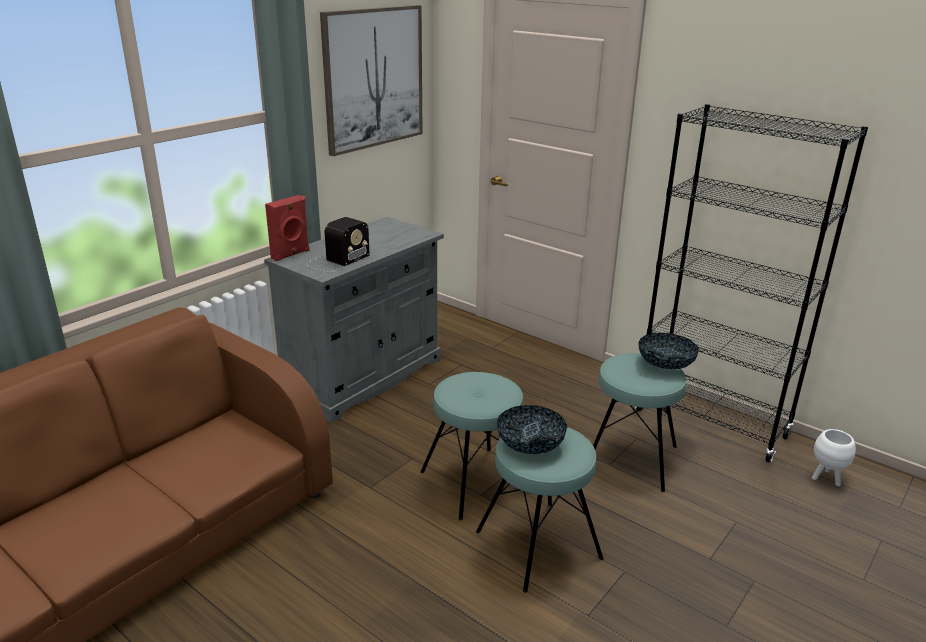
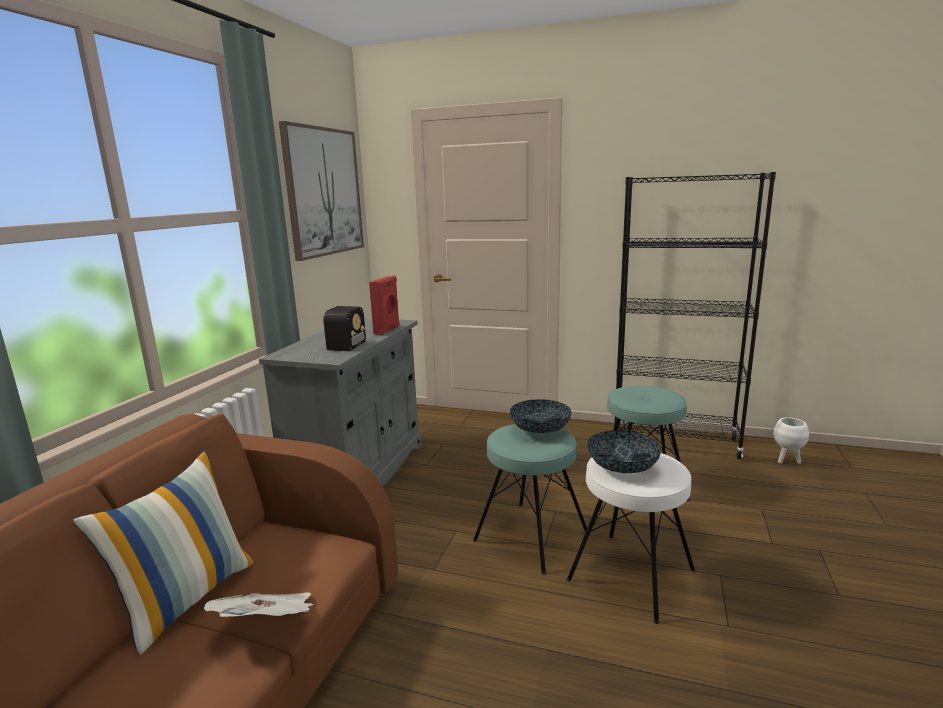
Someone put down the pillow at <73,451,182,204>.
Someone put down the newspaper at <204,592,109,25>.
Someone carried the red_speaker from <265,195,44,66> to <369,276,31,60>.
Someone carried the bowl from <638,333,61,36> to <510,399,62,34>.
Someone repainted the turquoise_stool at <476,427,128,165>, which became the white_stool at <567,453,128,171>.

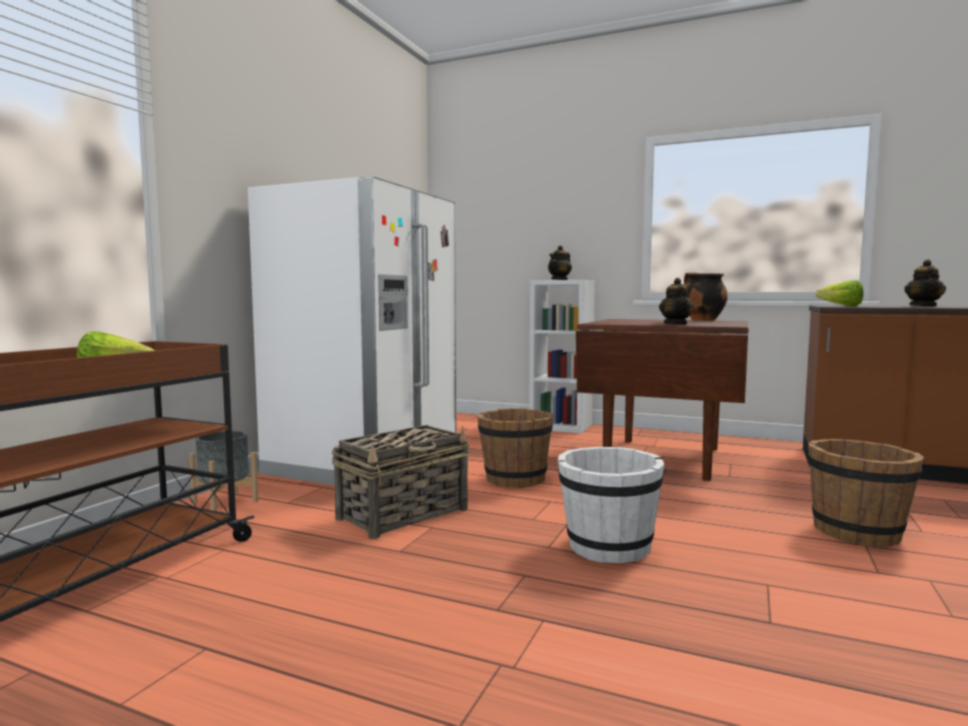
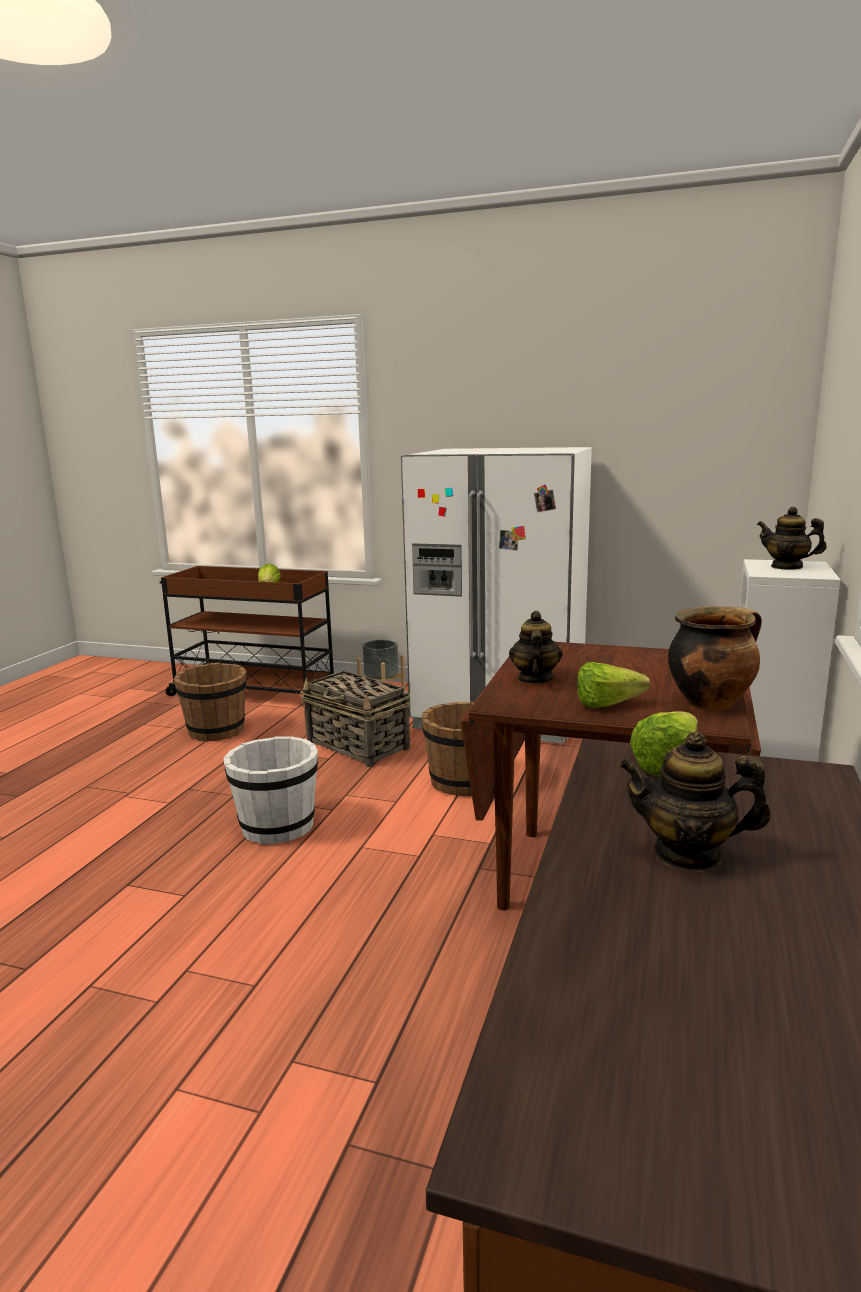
Someone put down the lettuce at <577,662,73,45>.
Someone carried the brown_bucket from <808,439,116,109> to <174,662,73,80>.
Someone rotated the teapot at <659,278,35,47> by 105 degrees clockwise.

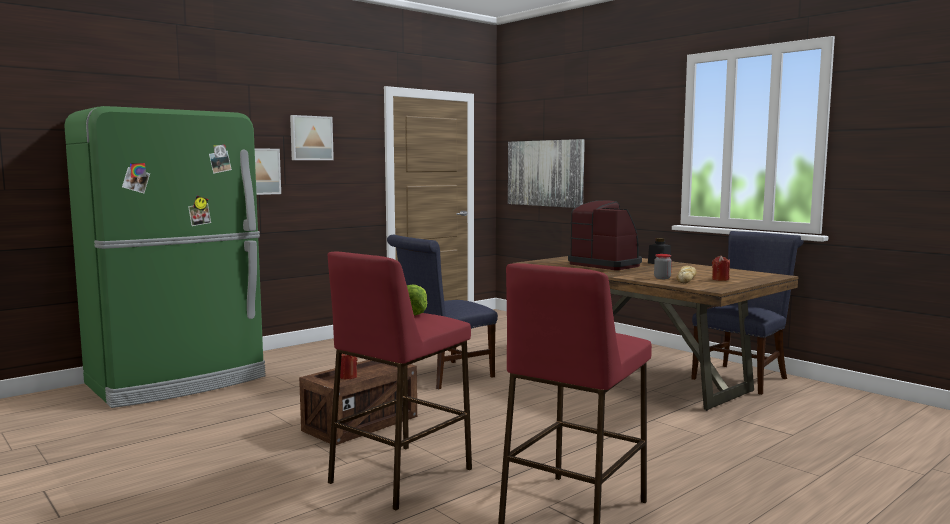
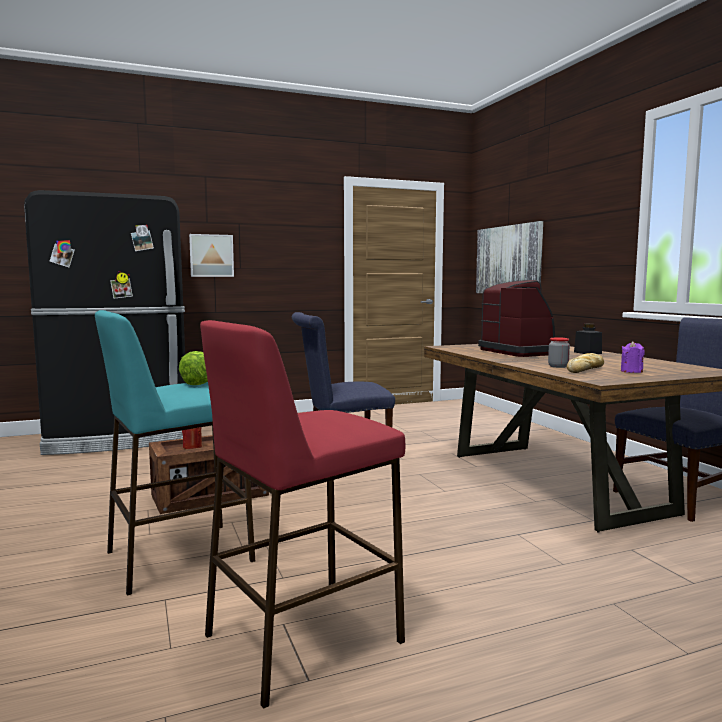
Someone took away the picture at <290,115,44,45>.
Someone repainted the green_fridge at <64,106,202,302>, which became the black_fridge at <24,190,162,265>.
Someone repainted the red_stool at <328,252,144,258>, which became the turquoise_stool at <95,310,160,286>.
Someone repainted the red_candle at <712,255,18,26>, which became the purple_candle at <621,341,24,32>.

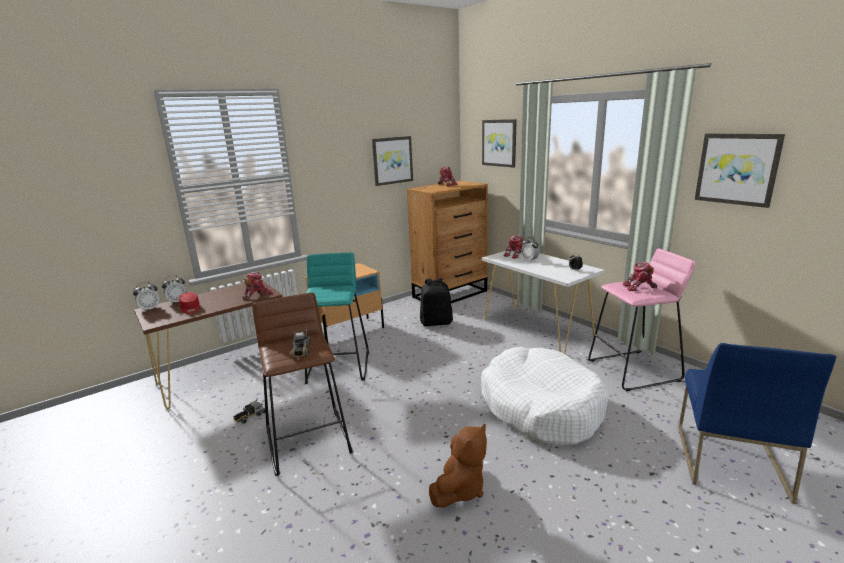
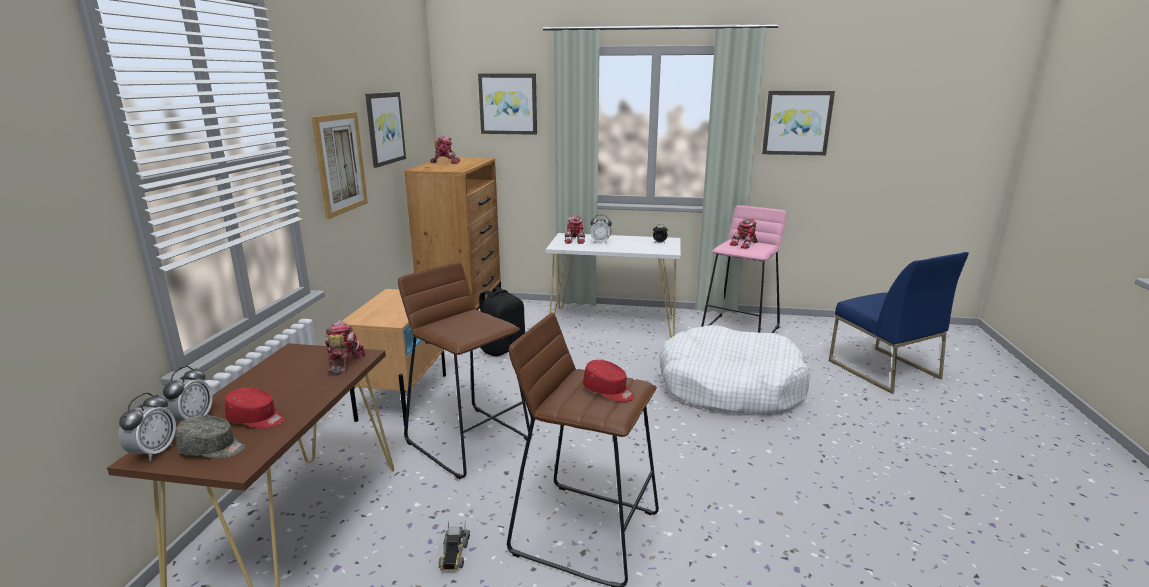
Someone took away the brown_plush_toy at <429,424,58,84>.
Someone put down the grey_cap at <176,415,69,44>.
Someone put up the picture at <311,112,57,107>.
Someone swapped the toy_truck at <291,329,19,28> for the red_cap at <583,360,52,42>.
Someone repainted the turquoise_stool at <305,252,64,132>, which became the brown_stool at <398,262,134,217>.

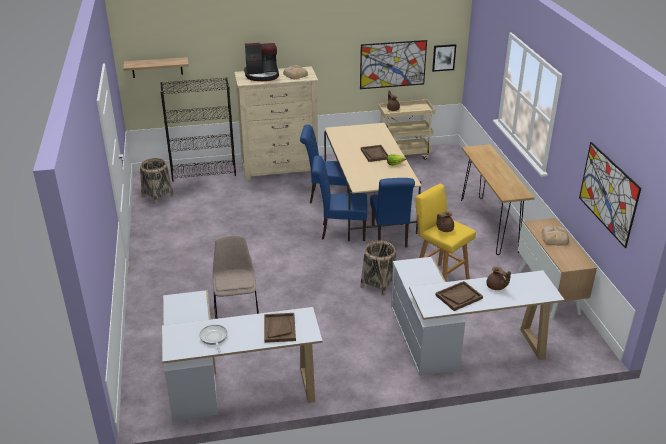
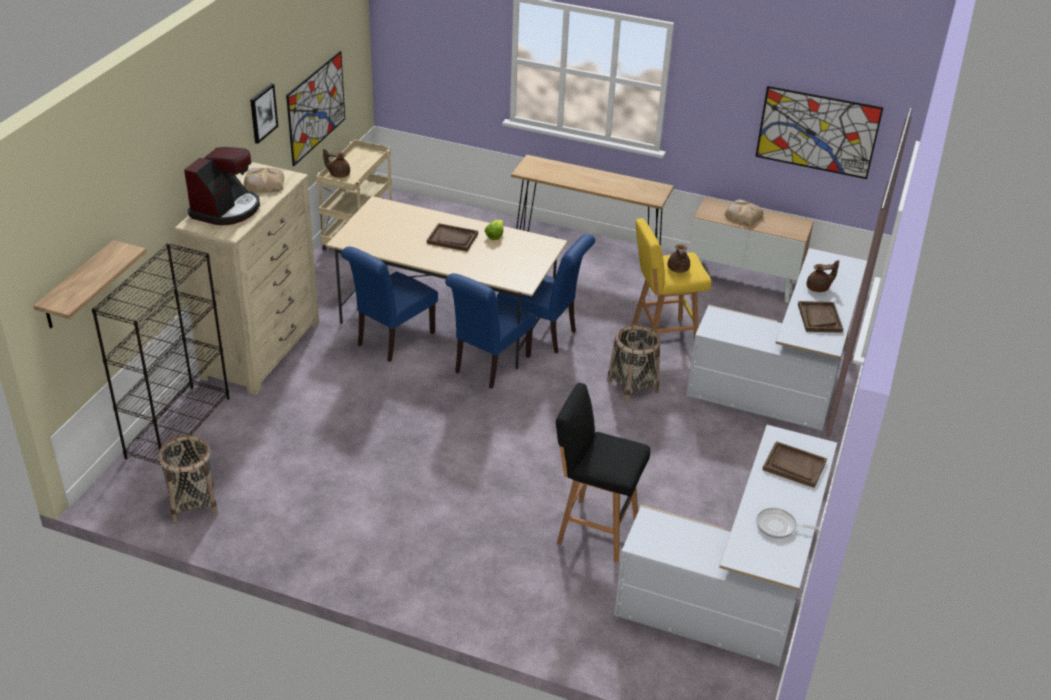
Someone carried the picture from <432,44,24,28> to <250,83,28,61>.
Someone swapped the beige_chair at <213,235,46,84> for the black_stool at <556,383,95,180>.

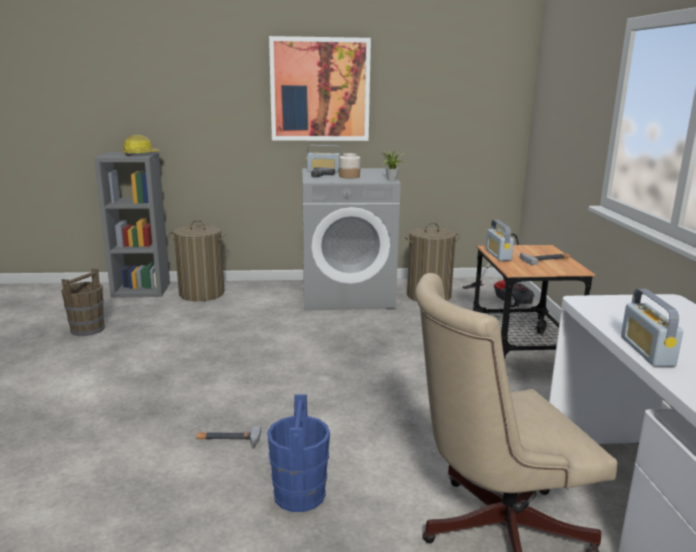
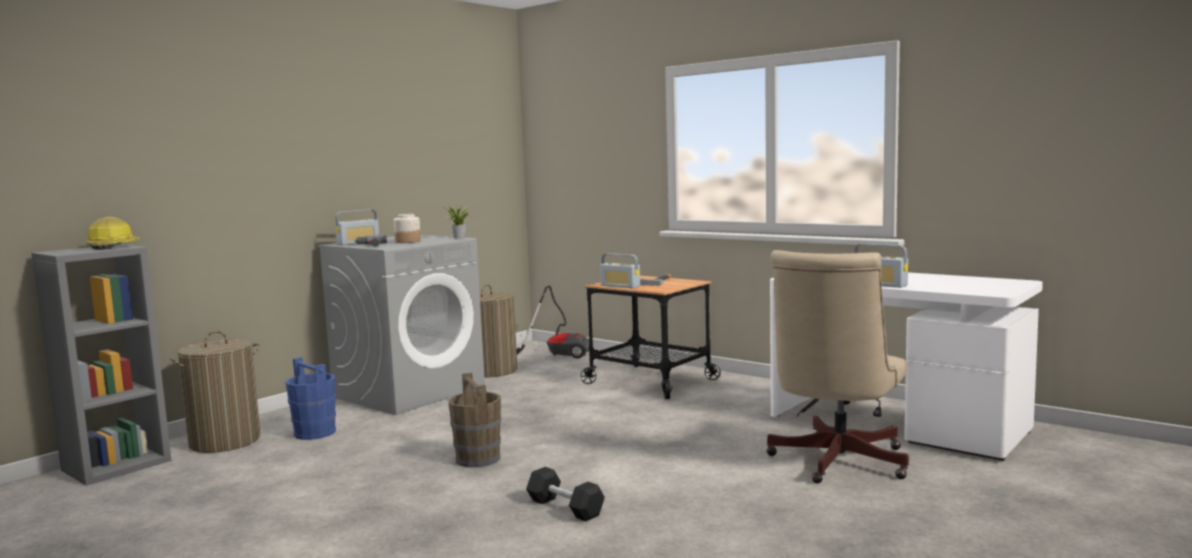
Someone took away the picture at <269,36,102,105>.
Someone carried the brown_bucket from <61,268,44,68> to <448,373,53,94>.
Someone carried the blue_bucket from <267,394,63,118> to <285,357,51,83>.
Someone swapped the hammer at <196,426,65,23> for the black_dumbbell at <526,467,79,54>.

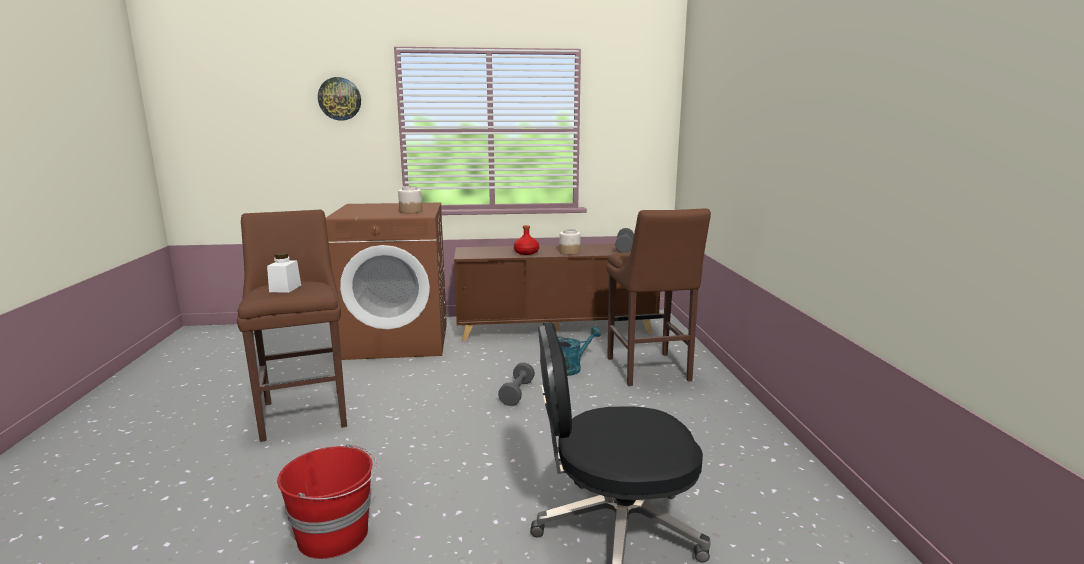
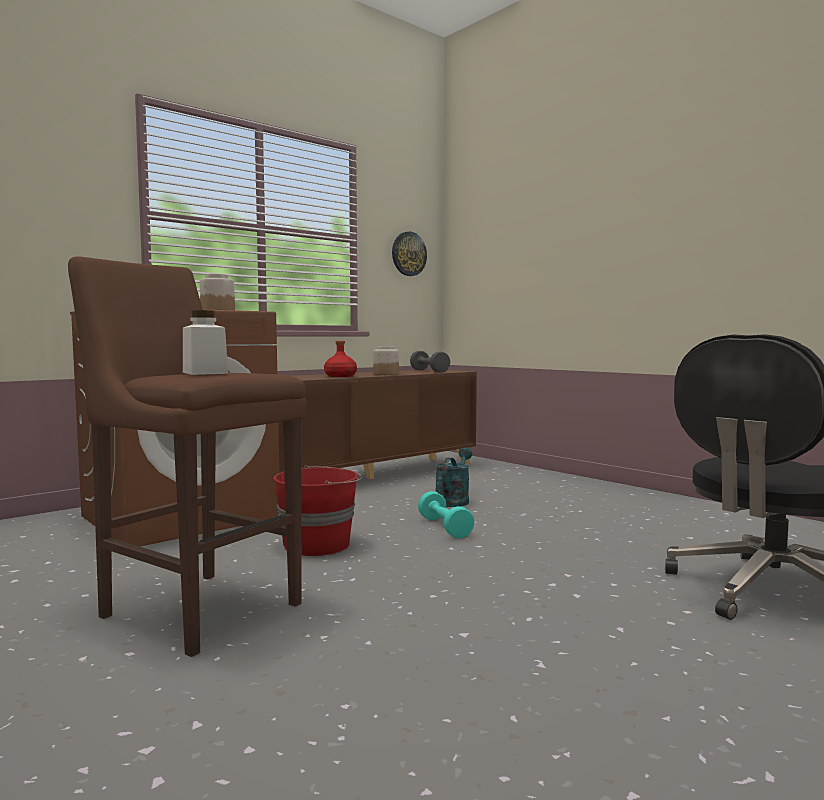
Someone took away the brown_stool at <607,208,104,178>.
Someone carried the red_bucket from <277,444,100,115> to <273,465,89,91>.
Someone carried the wall_clock from <318,77,43,44> to <392,232,35,44>.
Someone repainted the grey_dumbbell at <498,362,37,44>, which became the turquoise_dumbbell at <418,491,57,47>.

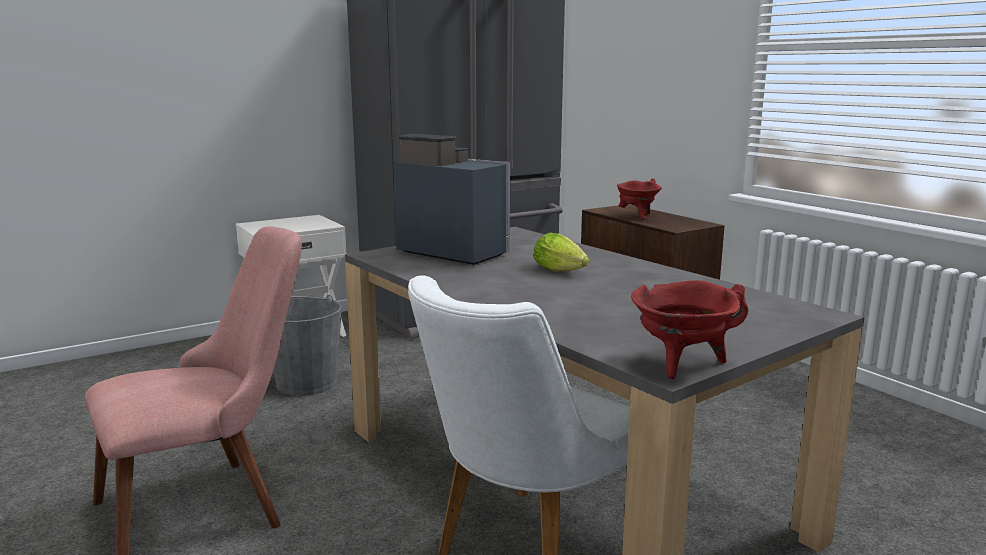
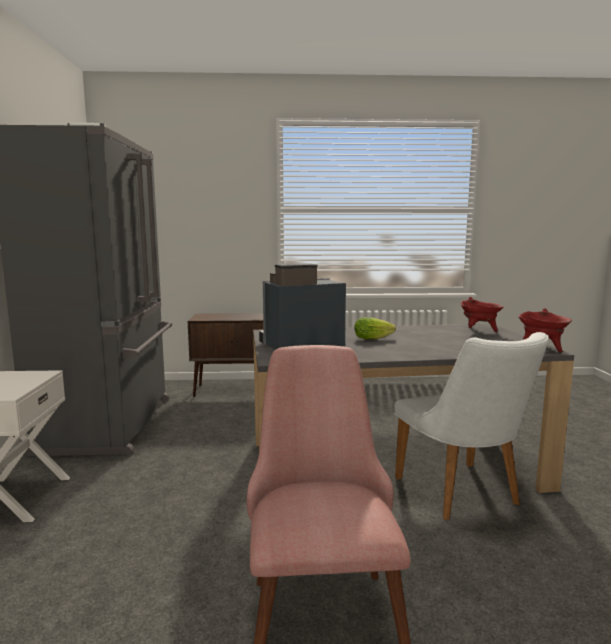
Someone took away the grey_bucket at <273,295,69,101>.
Someone carried the red_cooking_pot from <617,179,45,41> to <461,297,43,35>.

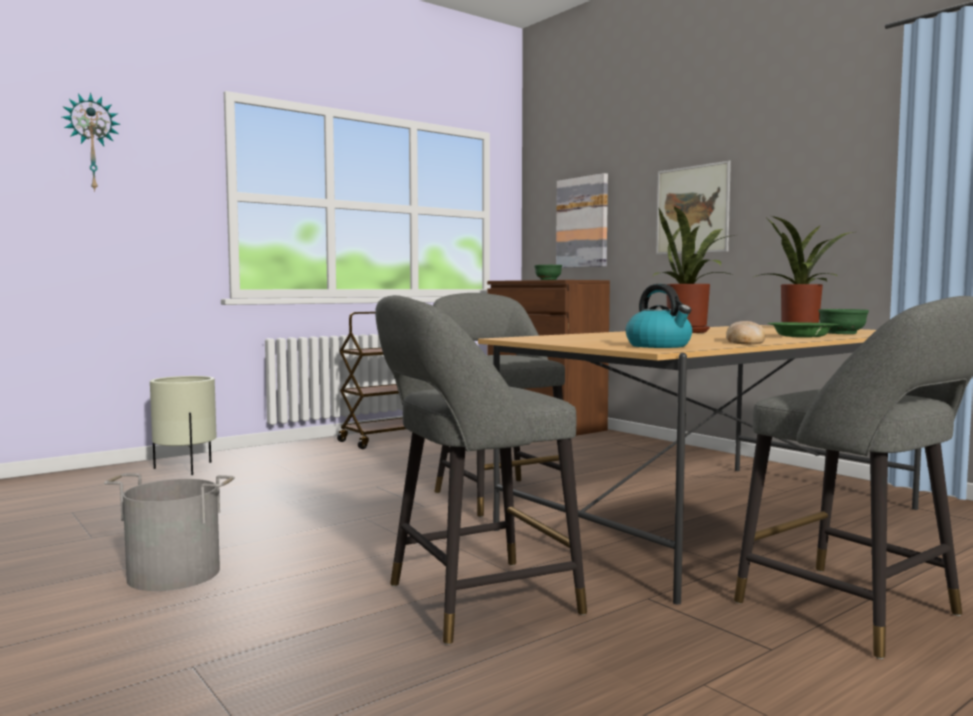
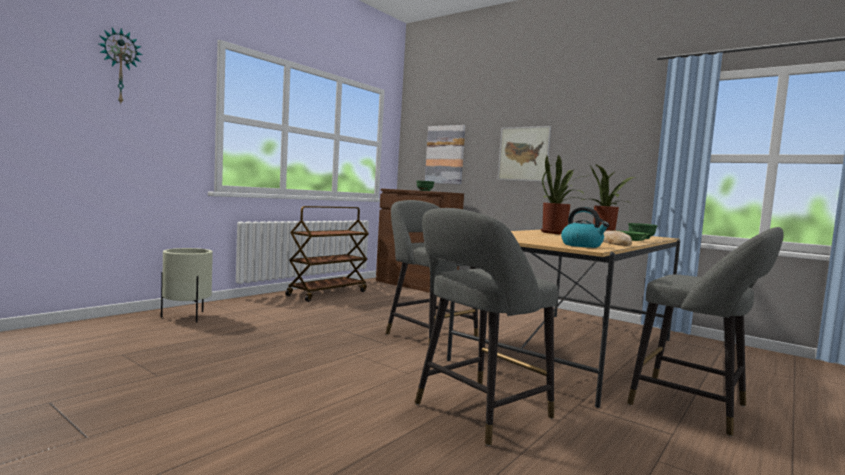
Someone took away the grey_bucket at <104,473,131,118>.

